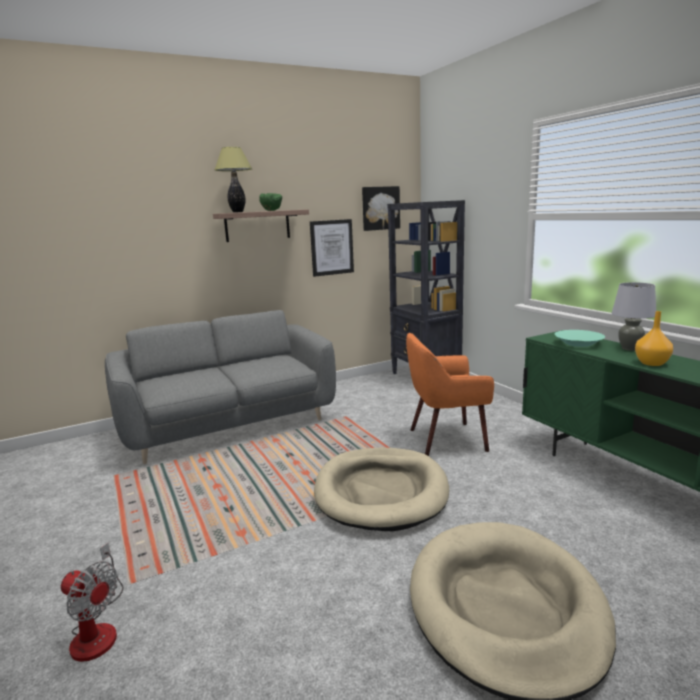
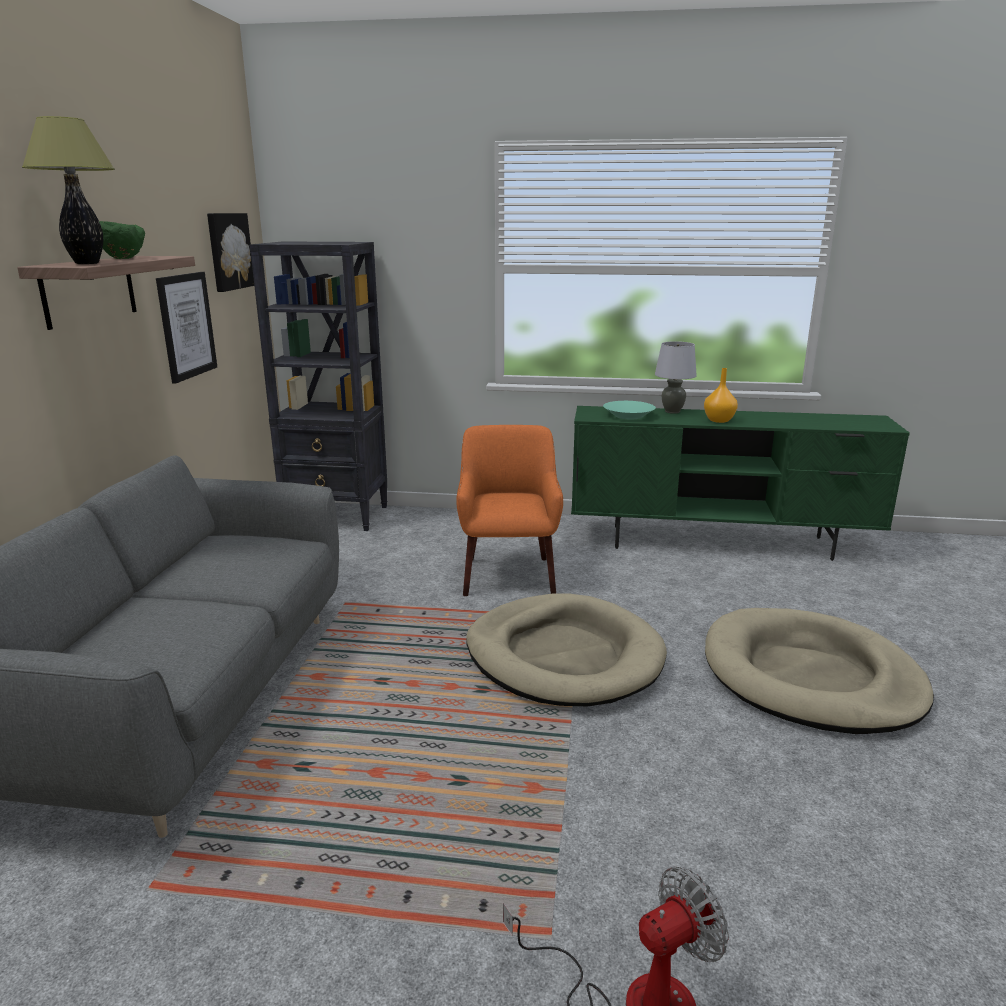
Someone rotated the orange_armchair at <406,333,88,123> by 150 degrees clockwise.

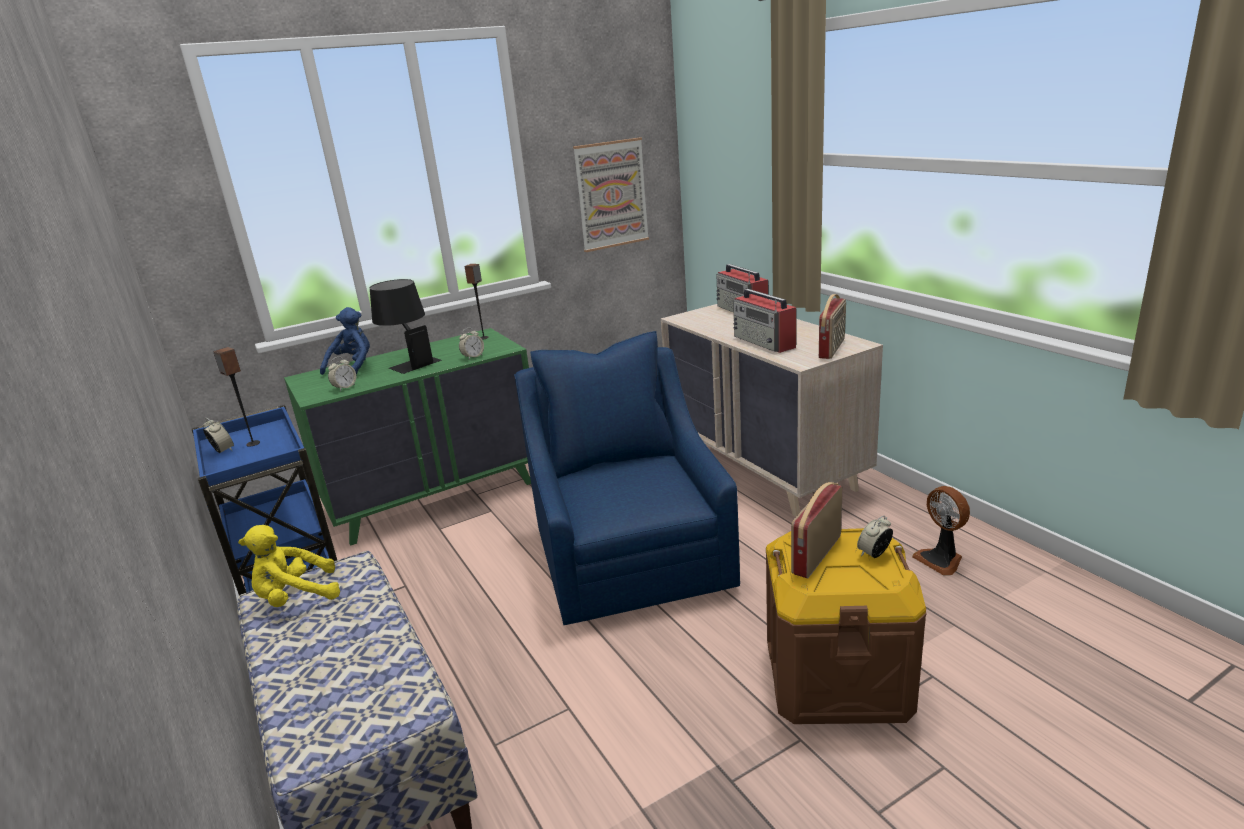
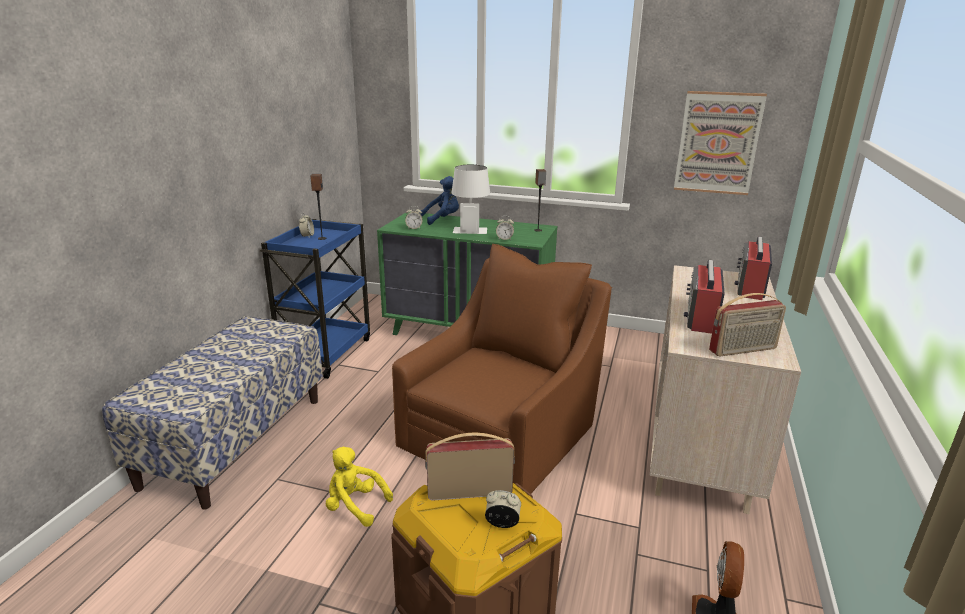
Someone carried the yellow_plush_toy from <238,525,102,82> to <326,447,67,80>.
Someone repainted the black_table_lamp at <370,279,71,95>, which became the white_table_lamp at <452,165,38,69>.
Someone repainted the blue_armchair at <514,331,226,295>, which became the brown_armchair at <392,244,220,250>.

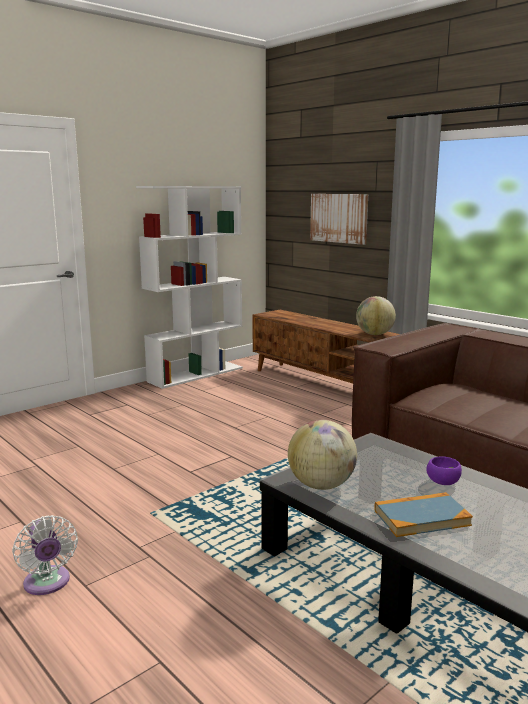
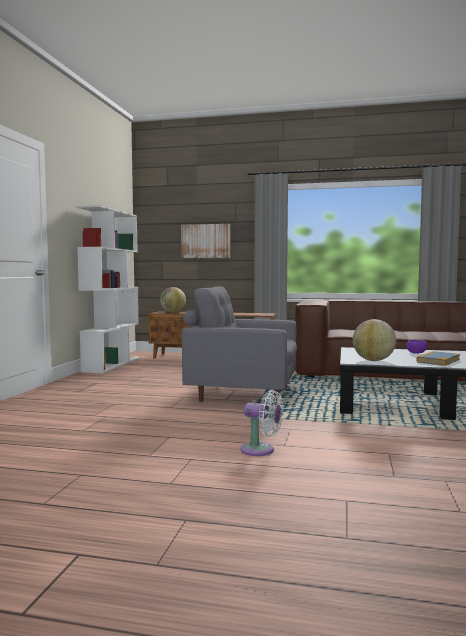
Someone put down the grey_armchair at <182,286,115,119>.
Someone carried the globe from <356,296,40,39> to <160,287,26,26>.

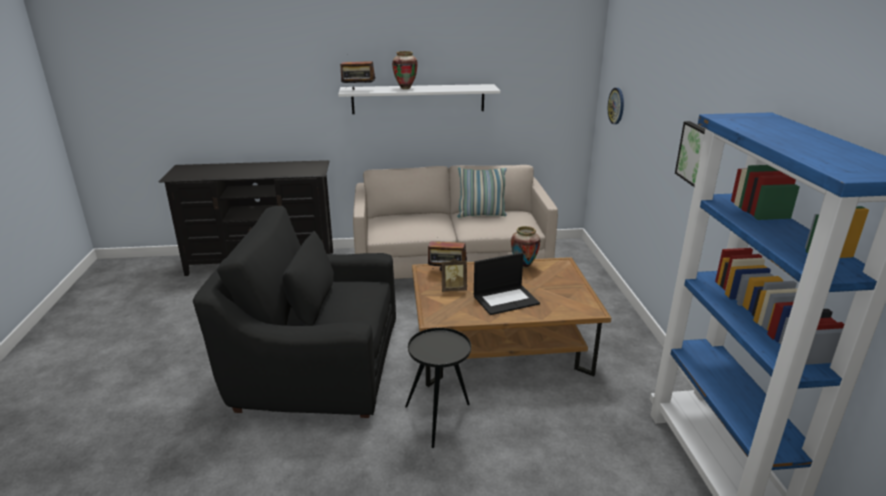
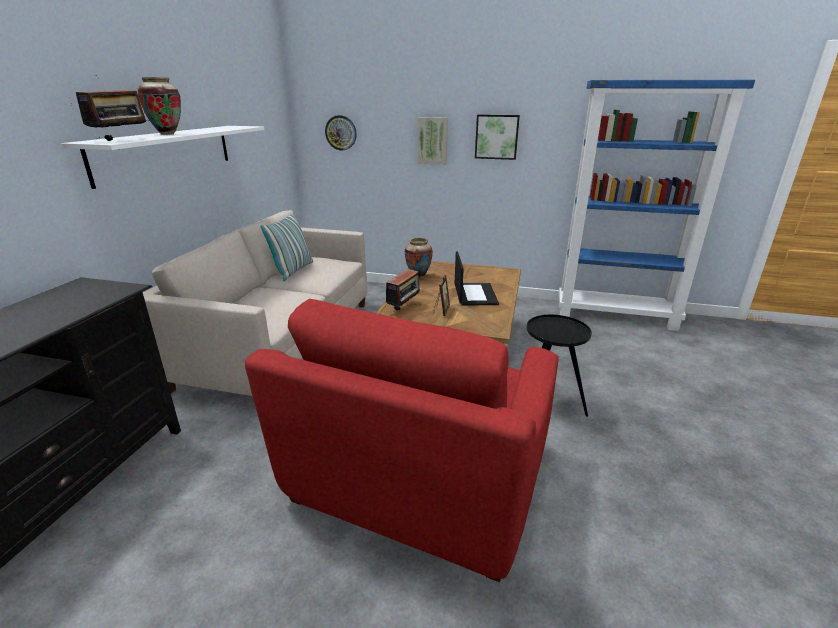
Someone put up the picture at <418,117,30,48>.
Someone repainted the black_armchair at <193,206,203,212>, which became the red_armchair at <245,299,314,283>.

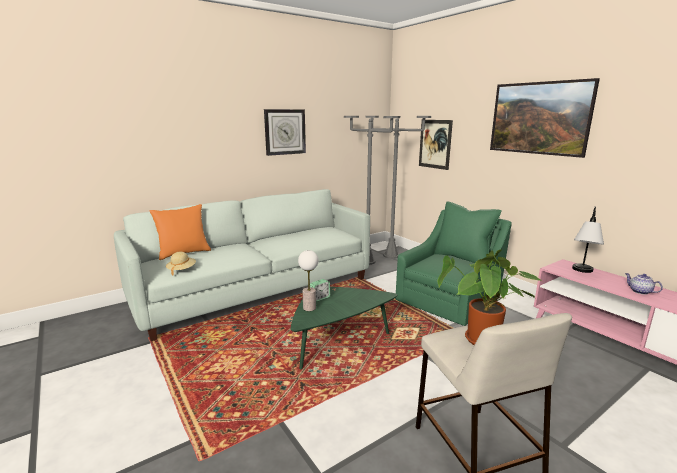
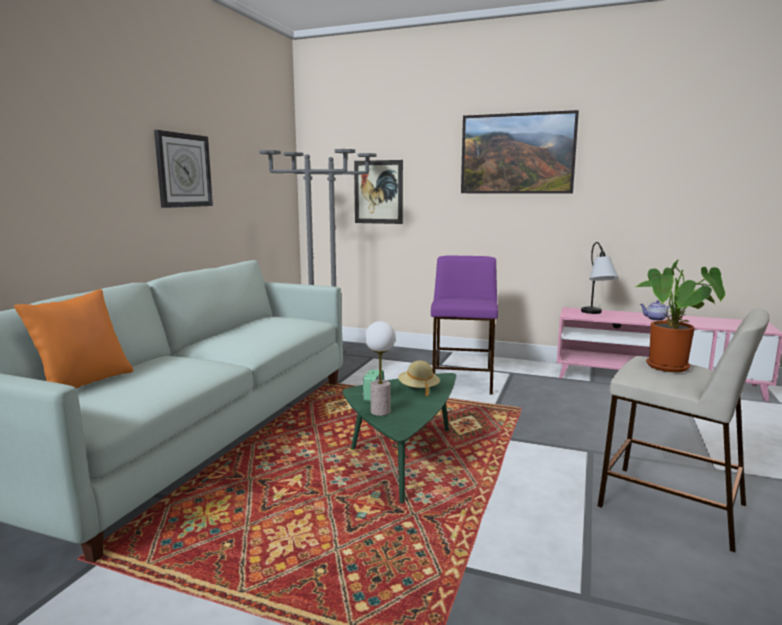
Someone carried the beige_hat from <166,252,30,23> to <398,360,42,36>.
Someone swapped the green_armchair at <395,202,117,124> for the purple_stool at <431,256,67,139>.

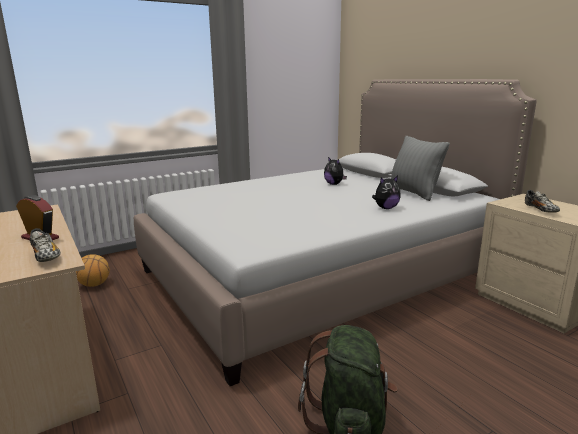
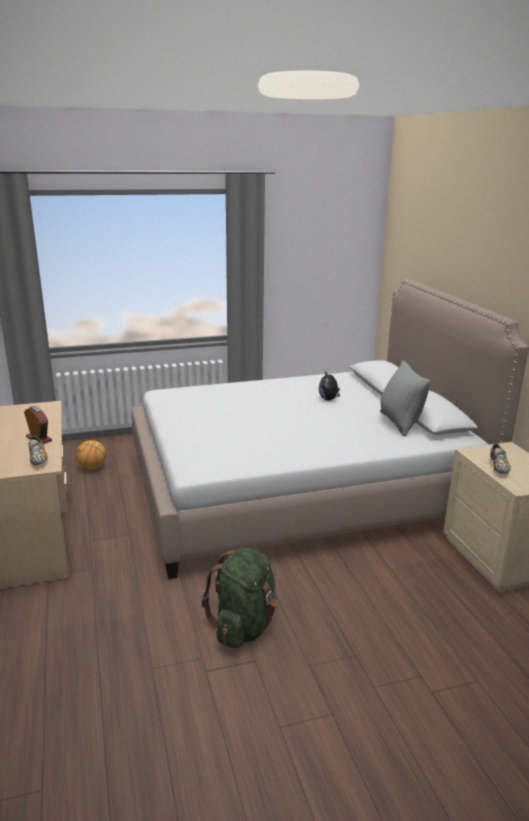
Someone took away the plush_toy at <372,176,29,33>.

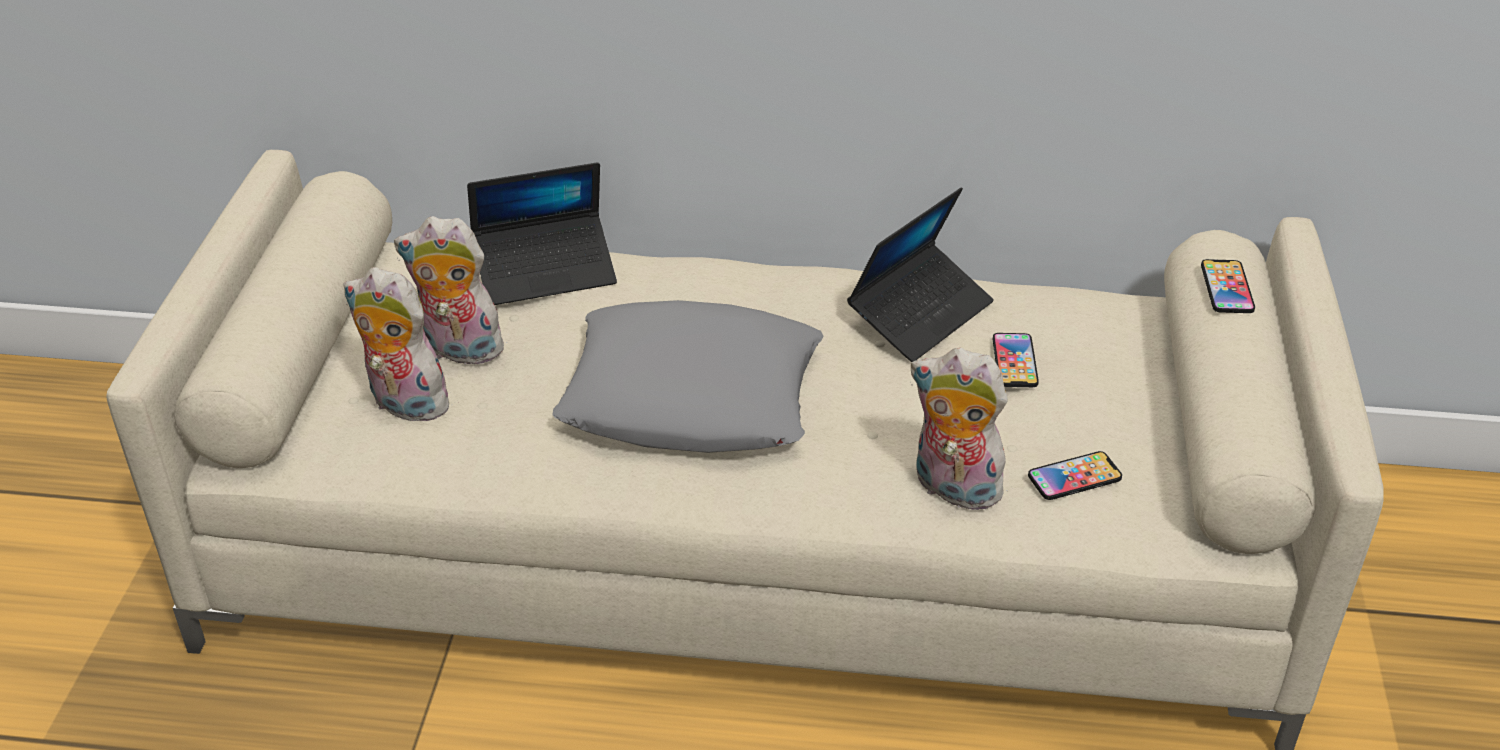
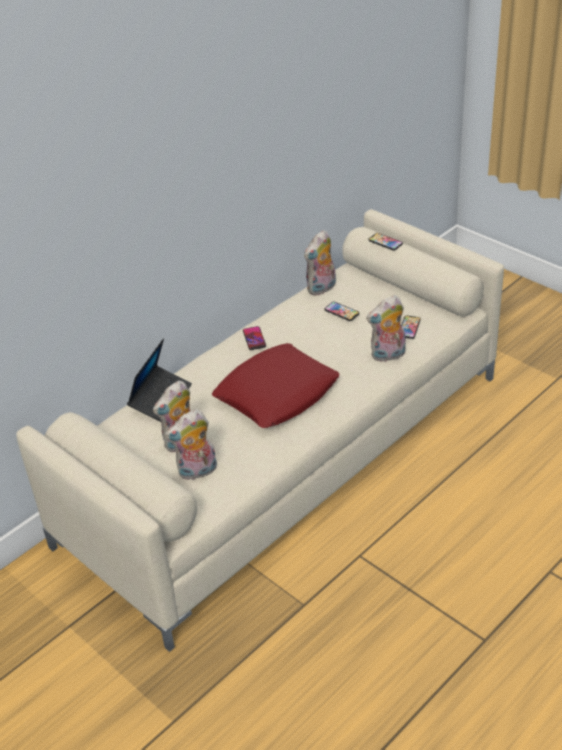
Someone took away the laptop at <847,187,147,175>.
Someone put down the phone at <243,326,23,24>.
Someone put down the plush_toy at <304,230,32,66>.
Someone repainted the grey_pillow at <553,300,271,153>, which became the red_pillow at <212,343,128,85>.

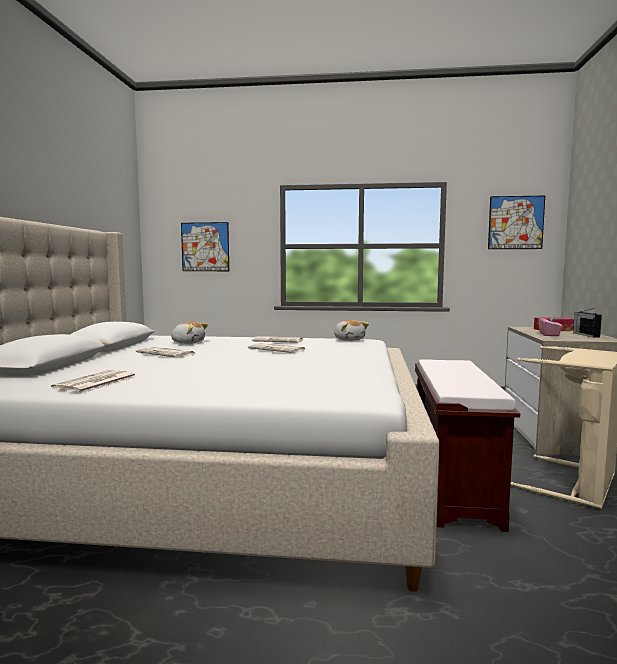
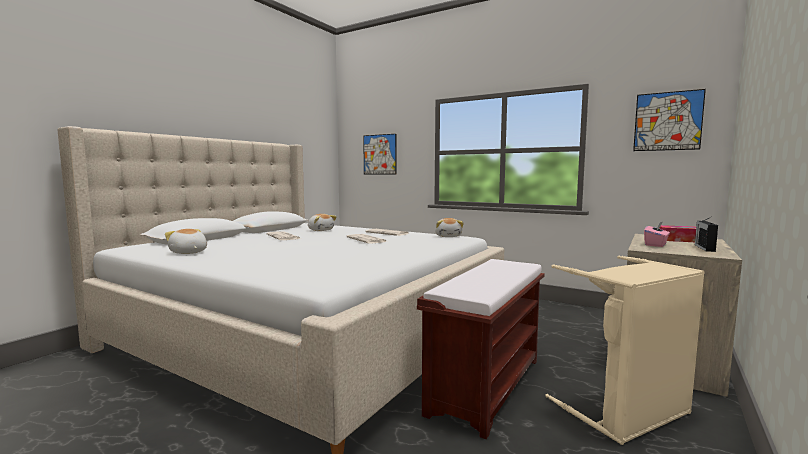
Someone swapped the newspaper at <51,370,86,23> for the plush_toy at <165,229,42,25>.

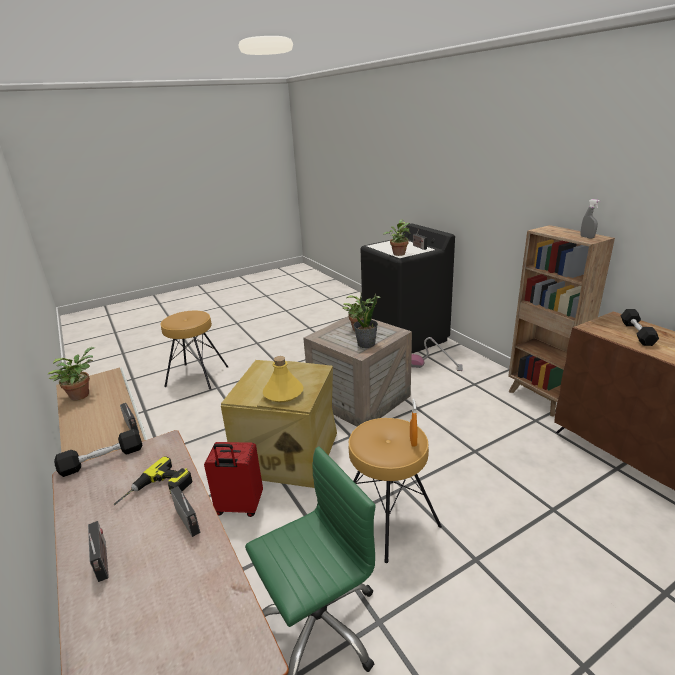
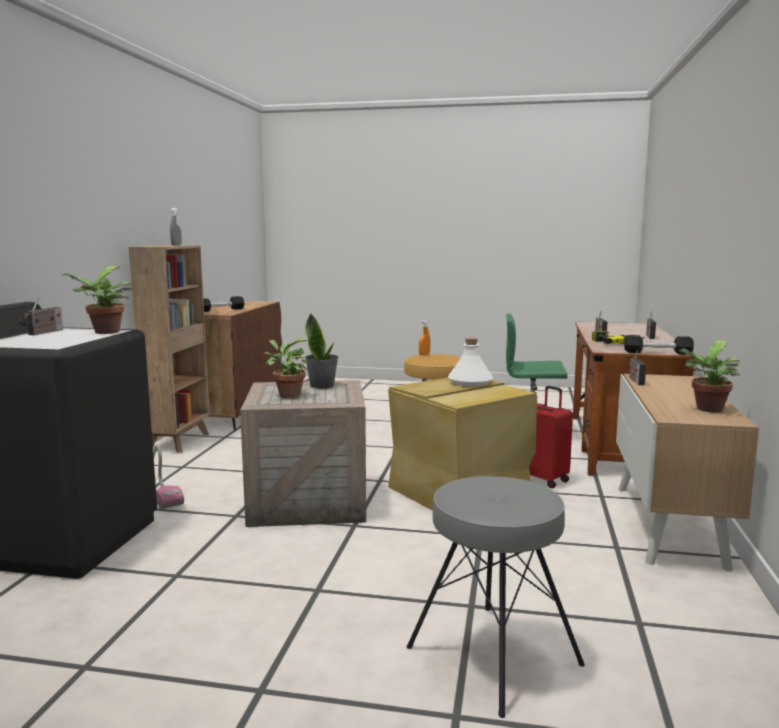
Someone repainted the brown_stool at <161,310,67,80>, which became the grey_stool at <406,476,179,242>.
Someone repainted the yellow_bottle at <263,356,40,46>, which became the white_bottle at <448,337,45,49>.

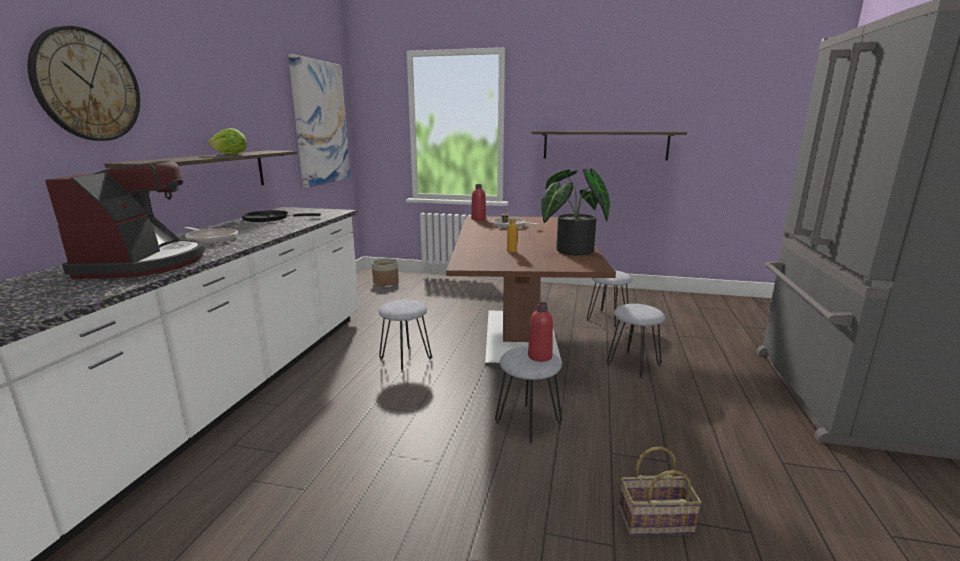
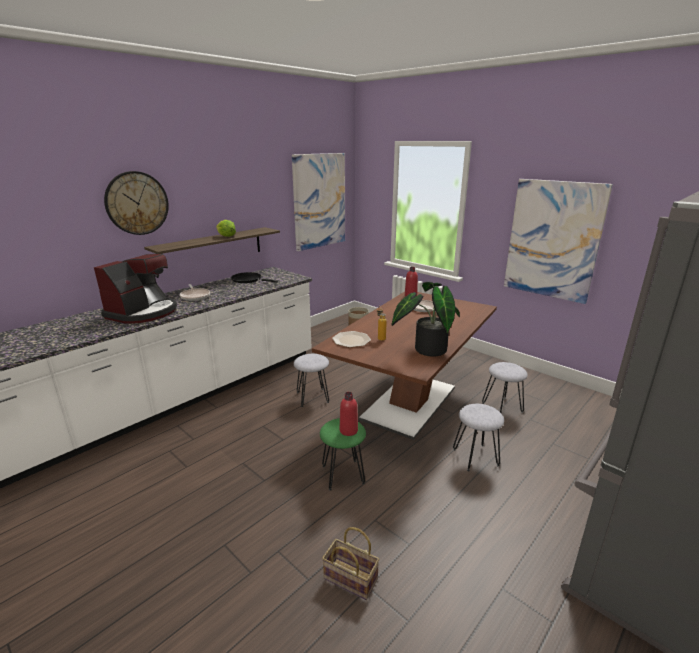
Someone put down the plate at <332,331,39,16>.
Someone swapped the shelf at <531,131,156,29> for the picture at <504,179,109,125>.
Someone repainted the grey_stool at <495,347,67,97>, which became the green_stool at <320,418,46,73>.

